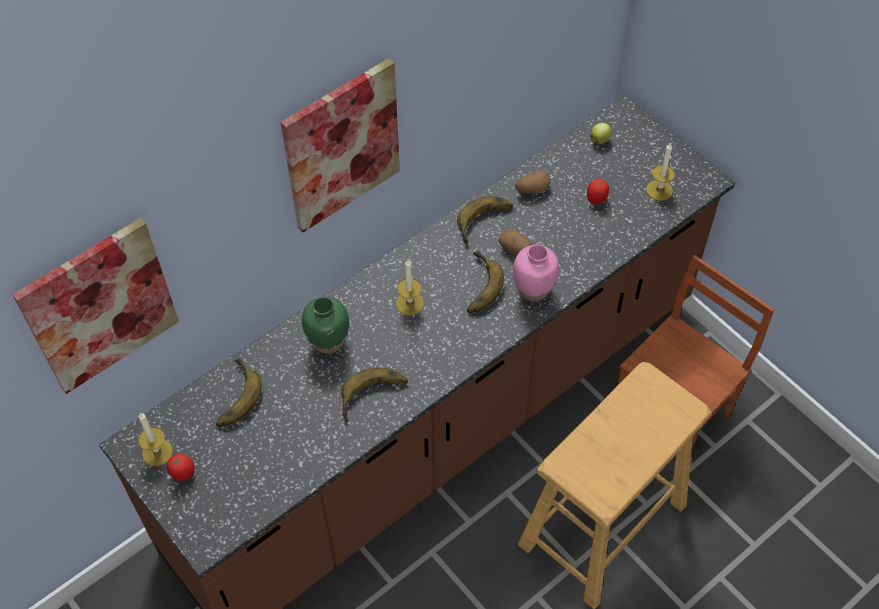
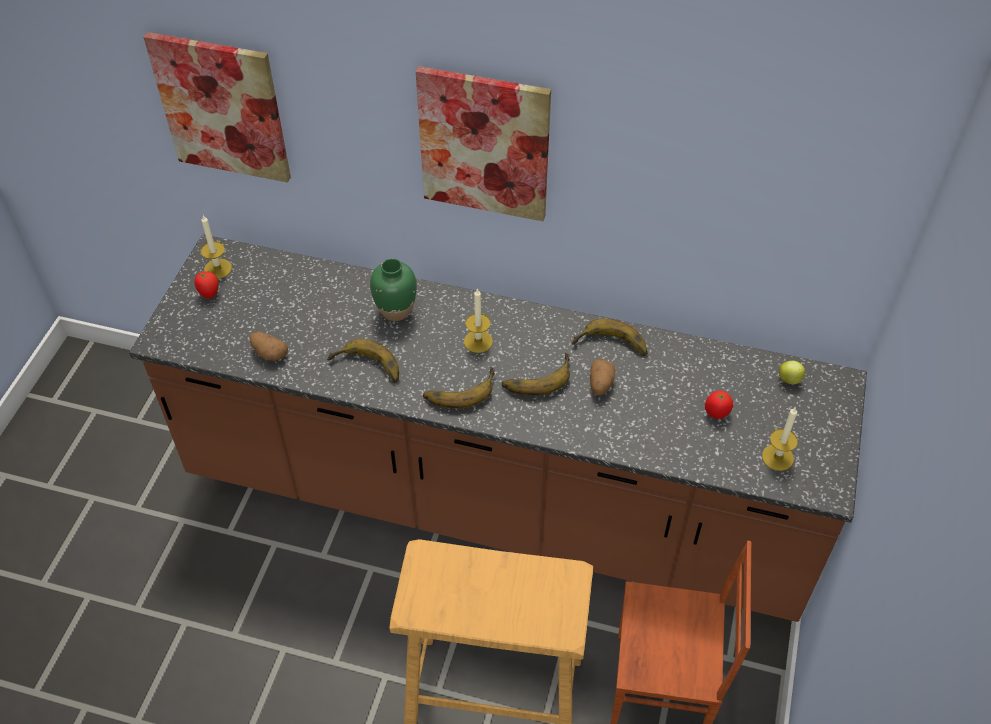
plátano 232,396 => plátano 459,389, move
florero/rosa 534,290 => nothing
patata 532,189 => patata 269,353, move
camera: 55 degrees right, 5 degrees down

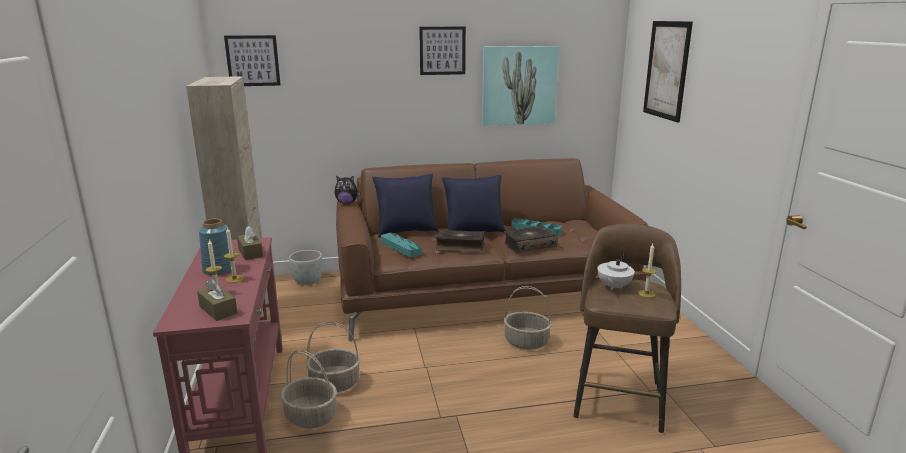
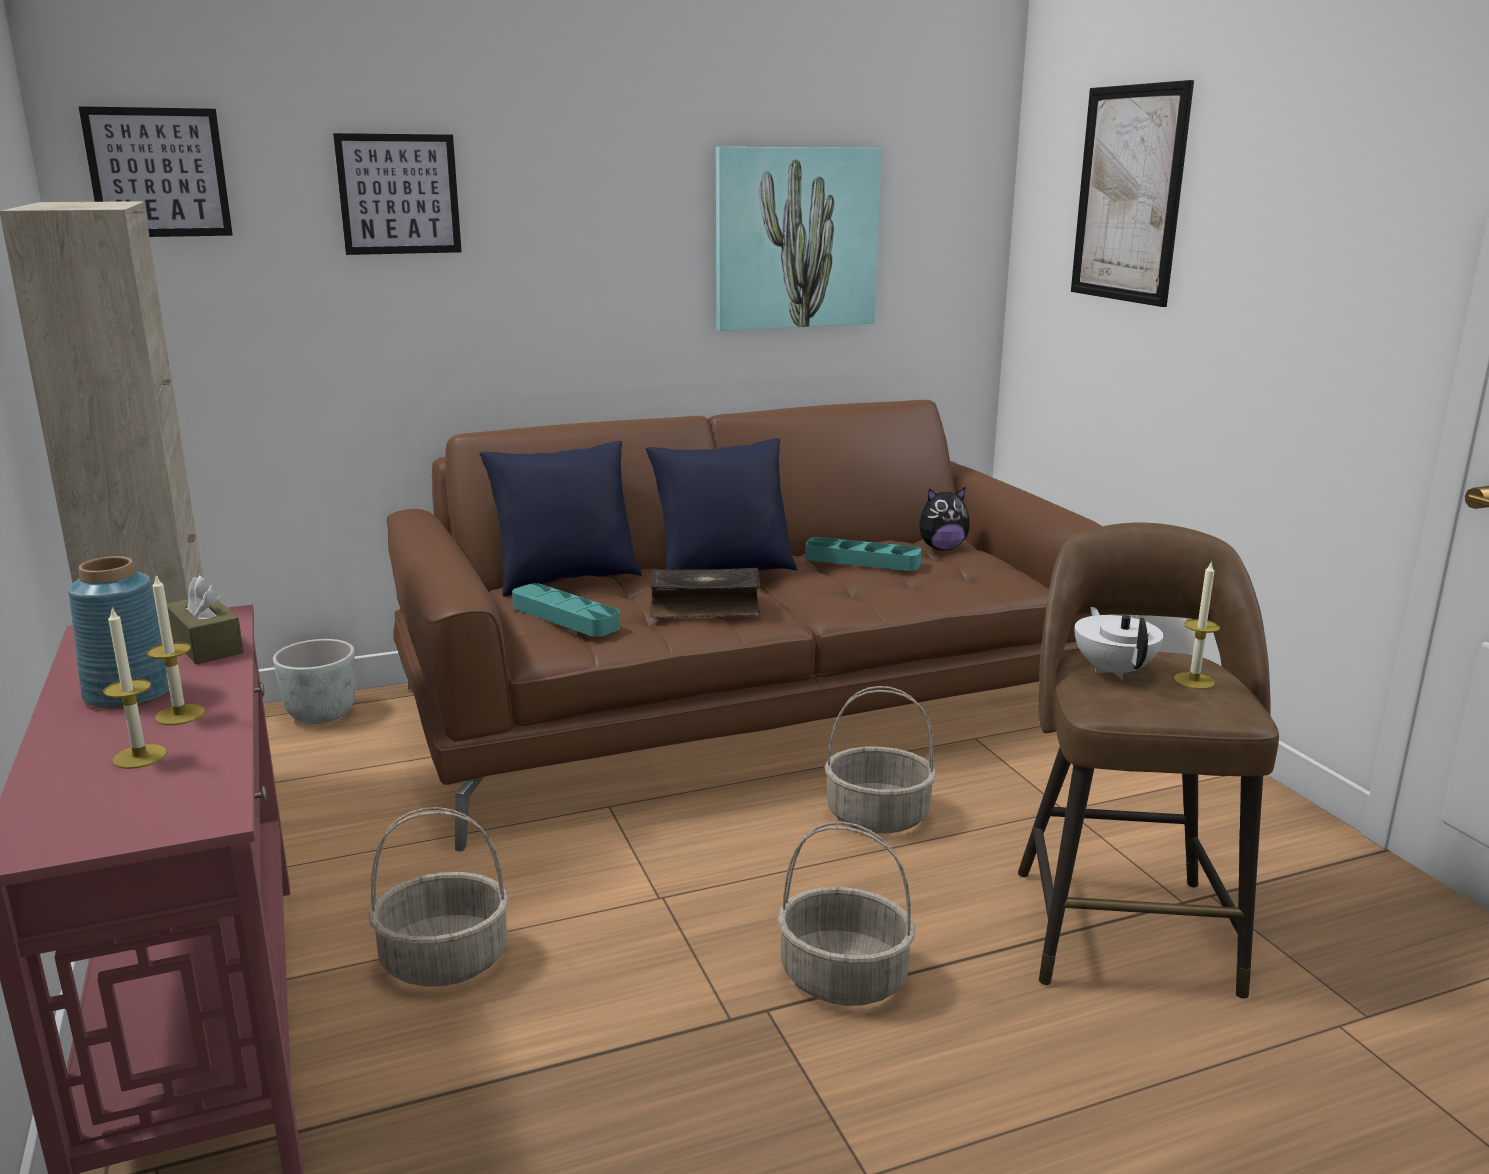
caja de pañuelos/marrón 218,310 => nothing
cesta 311,416 => cesta 845,977, move
peluche 347,203 => peluche 941,548, move
cuadro 442,50 => cuadro 399,194, move
libro 529,245 => nothing
tetera/blanco 613,287 => tetera/blanco 1114,670, 150 degrees clockwise
camera: 10 degrees left, 0 degrees up

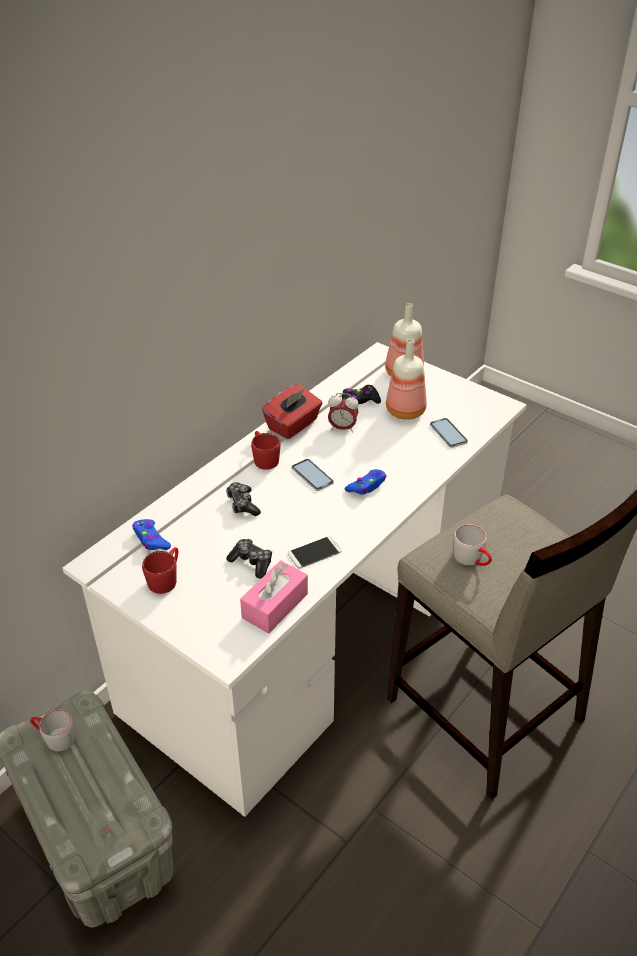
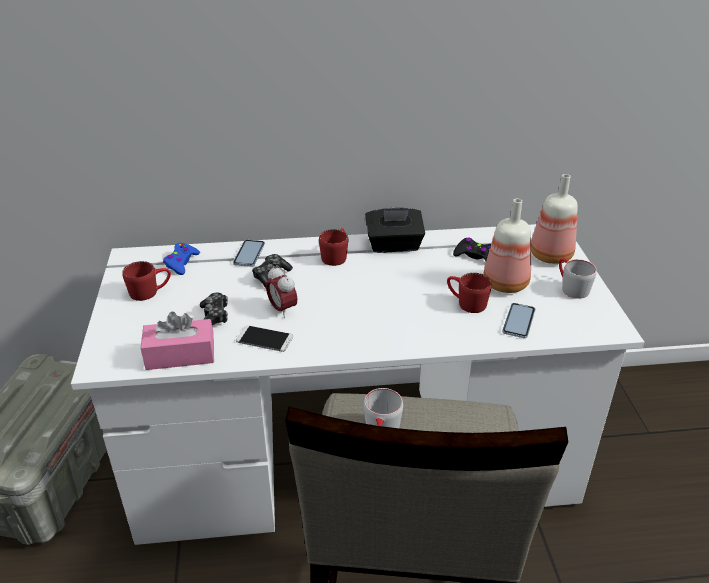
taza grande/gris 54,738 => taza grande/gris 570,287, move
caja de pañuelos/rojo 293,425 => caja de pañuelos/negro 394,245
móvil 312,476 => móvil 249,254, move
despertador 342,428 => despertador 282,309, move
mando de consola/azul 367,486 => nothing
nothing => taza grande/rojo 466,302
camera: 45 degrees right, 5 degrees down

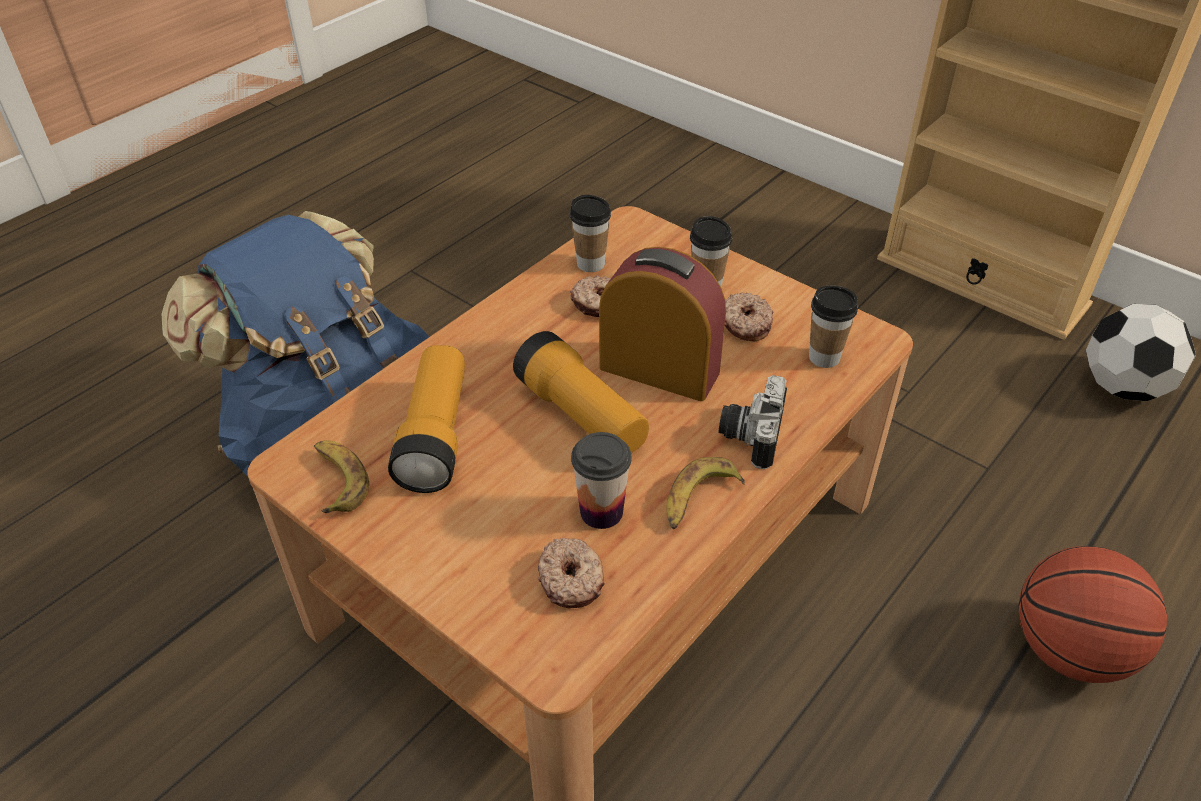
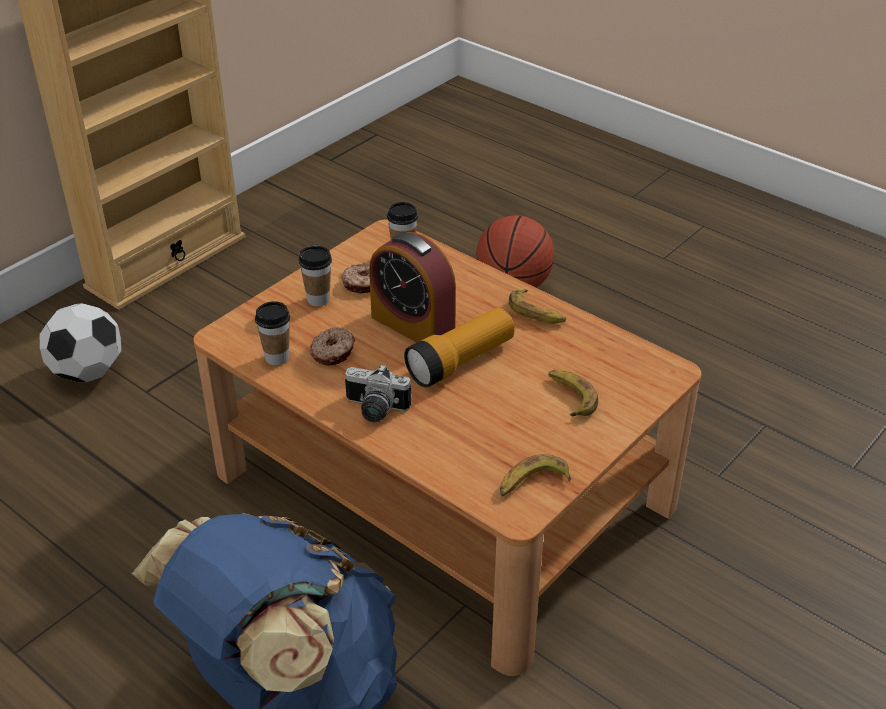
linterna 435,435 => nothing
rosquilla 572,579 => nothing
taza 601,512 => nothing
despertador 659,370 => despertador 413,325, 75 degrees counterclockwise
cámara 749,434 => cámara 374,410, move
balón de fútbol 1123,387 => balón de fútbol 88,373, move
nothing => plátano 570,397
camera: 90 degrees left, 5 degrees down

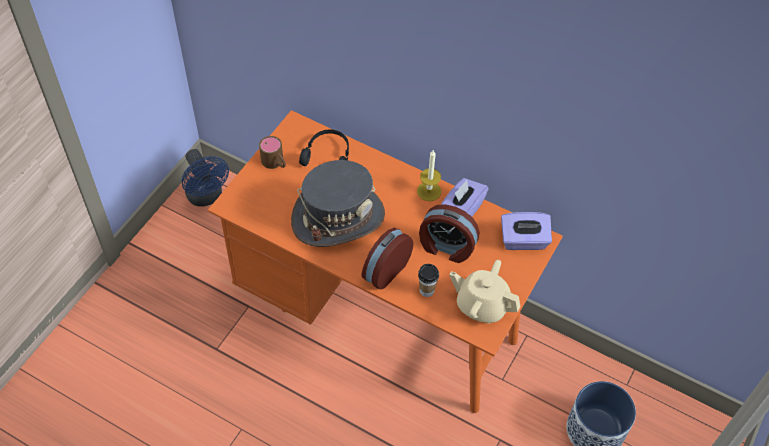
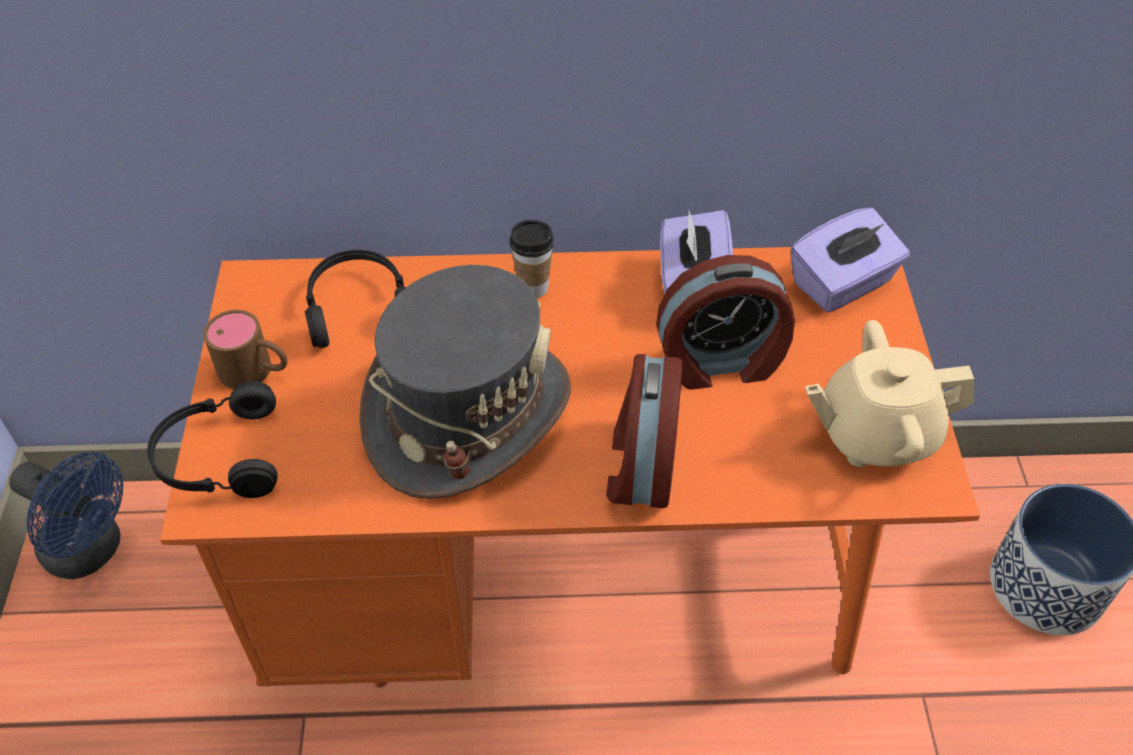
vela 429,191 => nothing
taza 426,290 => taza 533,287, move
nothing => auriculares/negro 218,457
camera: 30 degrees left, 5 degrees down

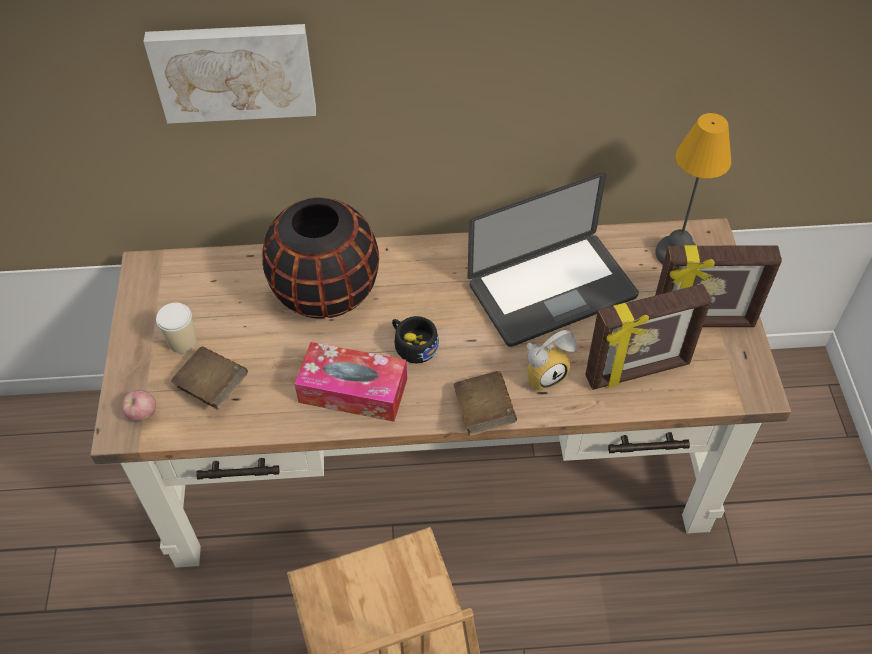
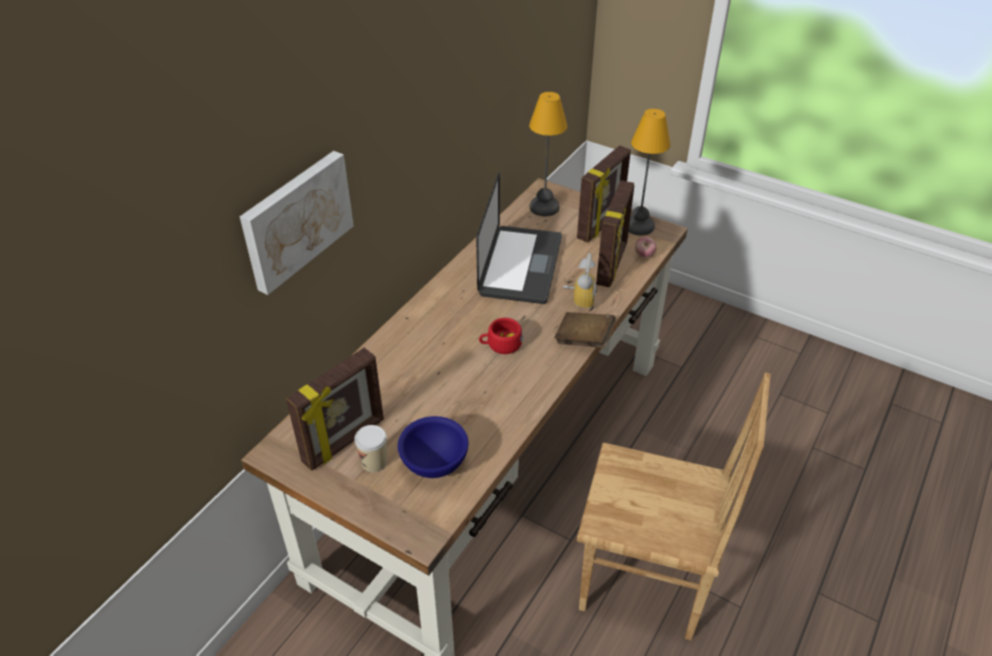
manzana 142,414 => manzana 644,256, move
libro/marrón 212,387 => cuenco/azul 435,463
florero/negro 326,292 => nothing
caja de pañuelos 353,390 => nothing
taza/negro 412,345 => taza/rojo 500,344
nothing => portarretratos 344,442
nothing => lámpara de mesa 638,226
camera: 55 degrees left, 10 degrees down

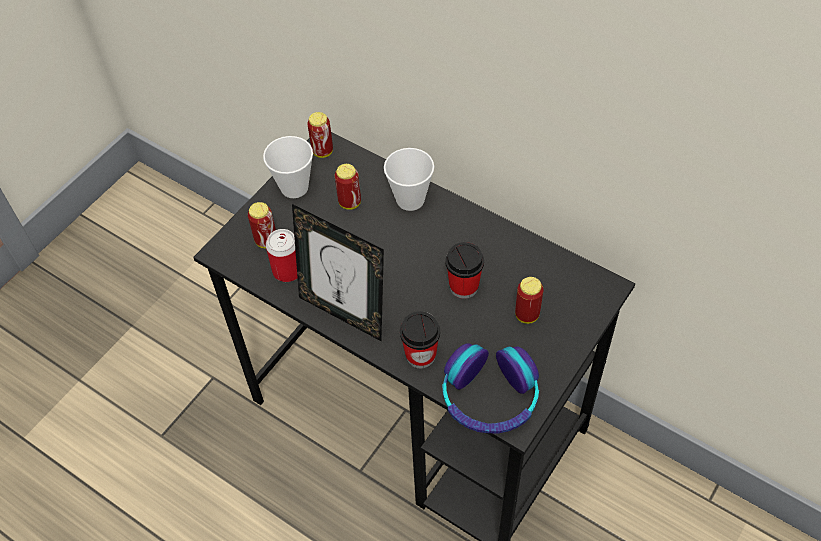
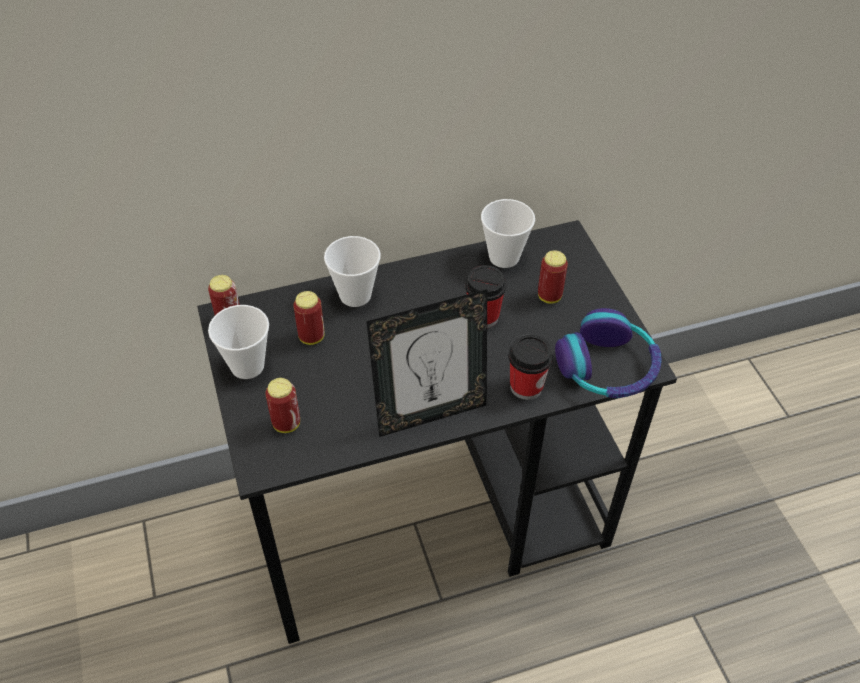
lata 288,270 => nothing
nothing => taza 504,257
camera: 55 degrees left, 5 degrees down

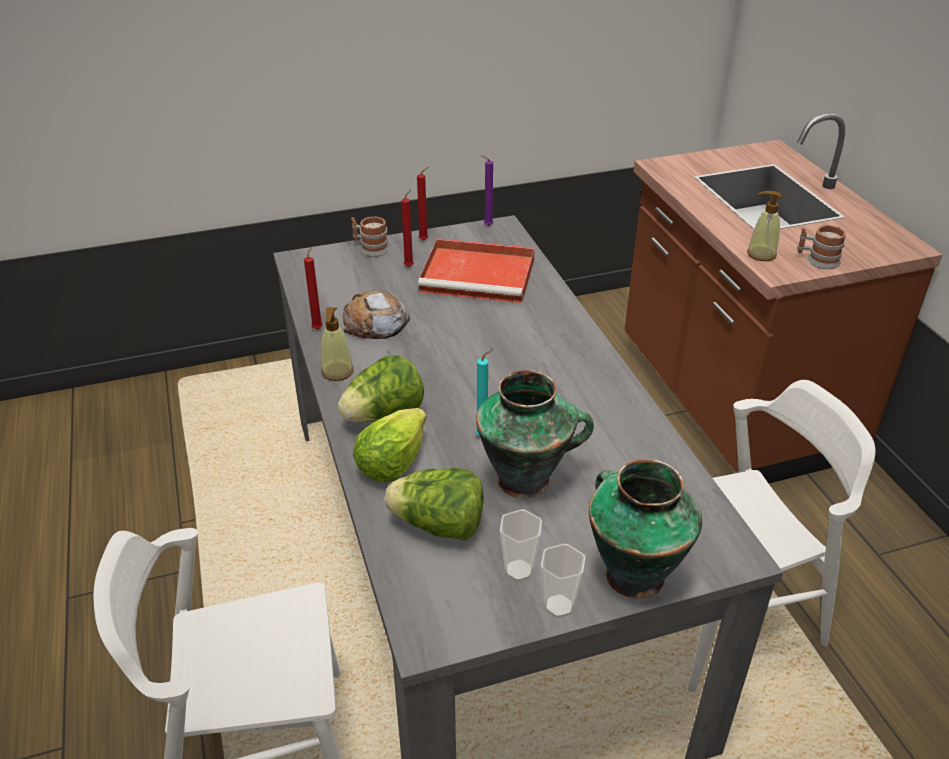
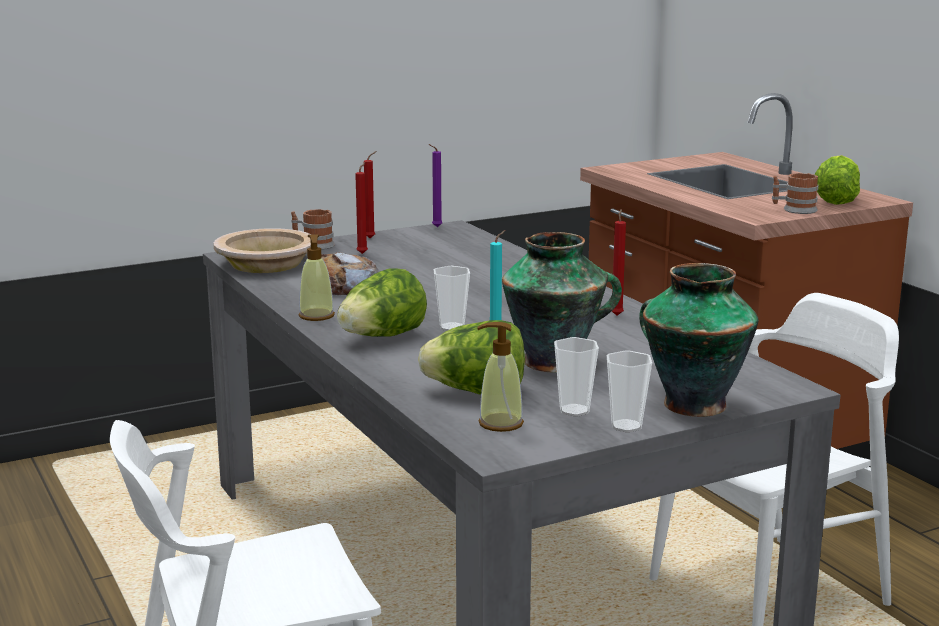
vela/rojo 318,328 => vela/rojo 617,315, move
lechuga 391,463 => lechuga 835,201, move
bandeja/rojo 480,275 => nothing
dispensador de jabón 761,254 => dispensador de jabón 500,424, move
nothing => cuenco/beis 266,263
nothing => taza 452,327
camera: 10 degrees left, 20 degrees down

